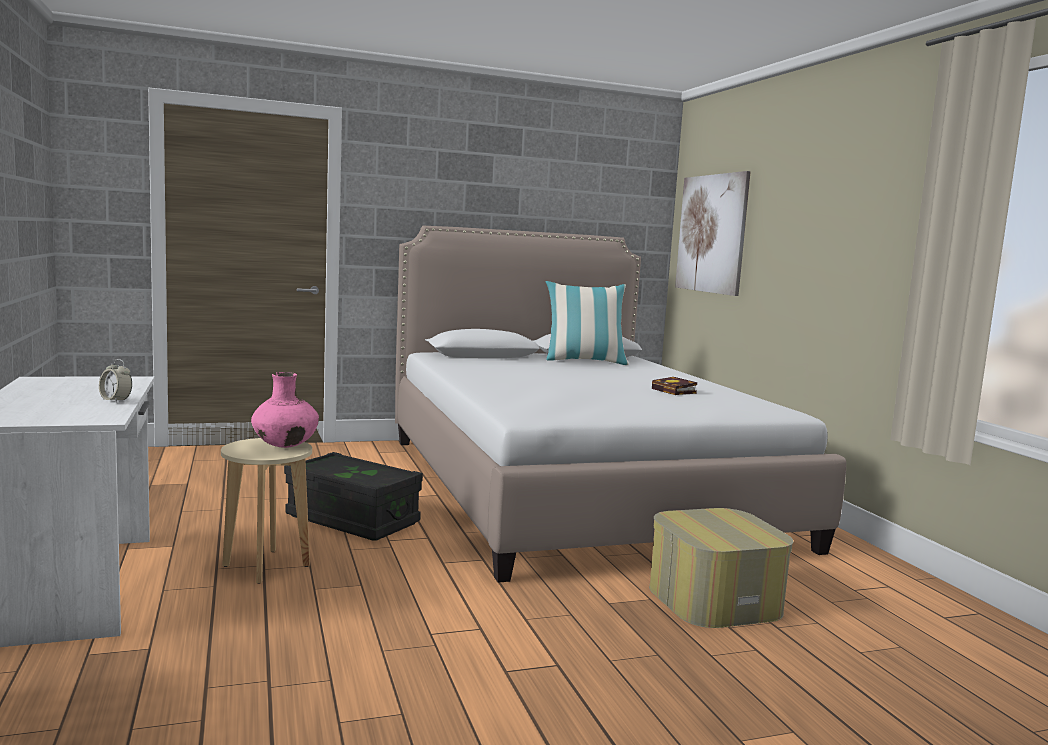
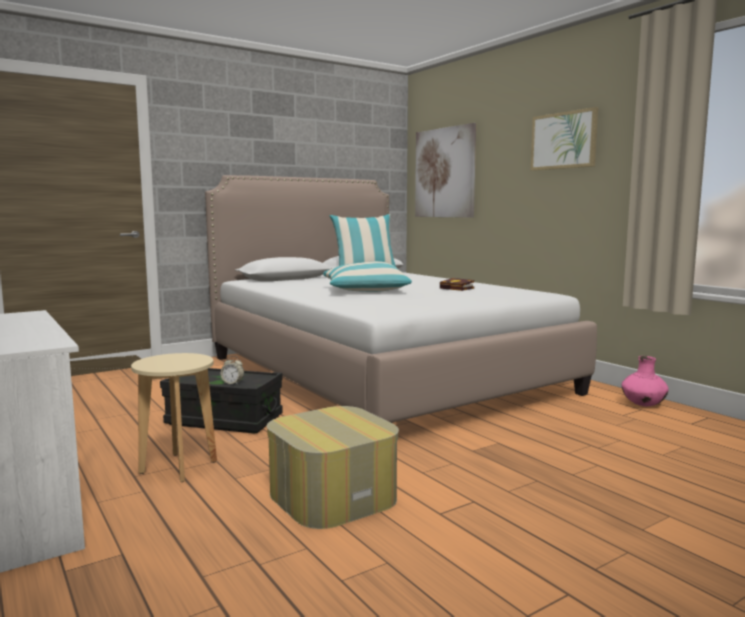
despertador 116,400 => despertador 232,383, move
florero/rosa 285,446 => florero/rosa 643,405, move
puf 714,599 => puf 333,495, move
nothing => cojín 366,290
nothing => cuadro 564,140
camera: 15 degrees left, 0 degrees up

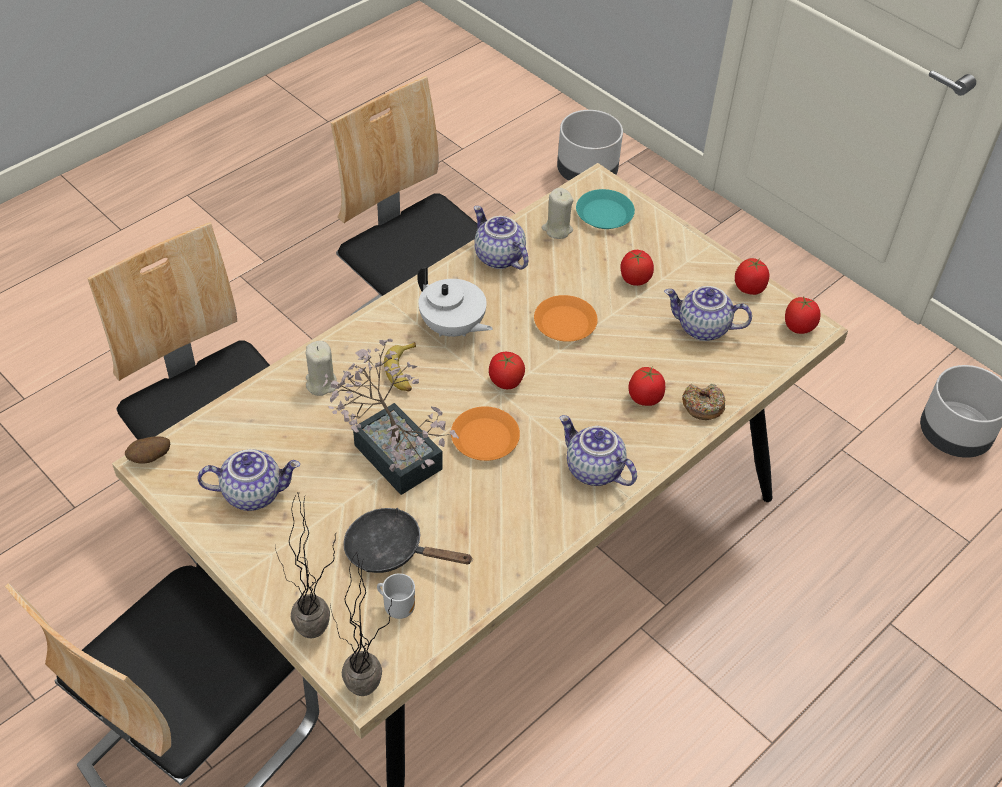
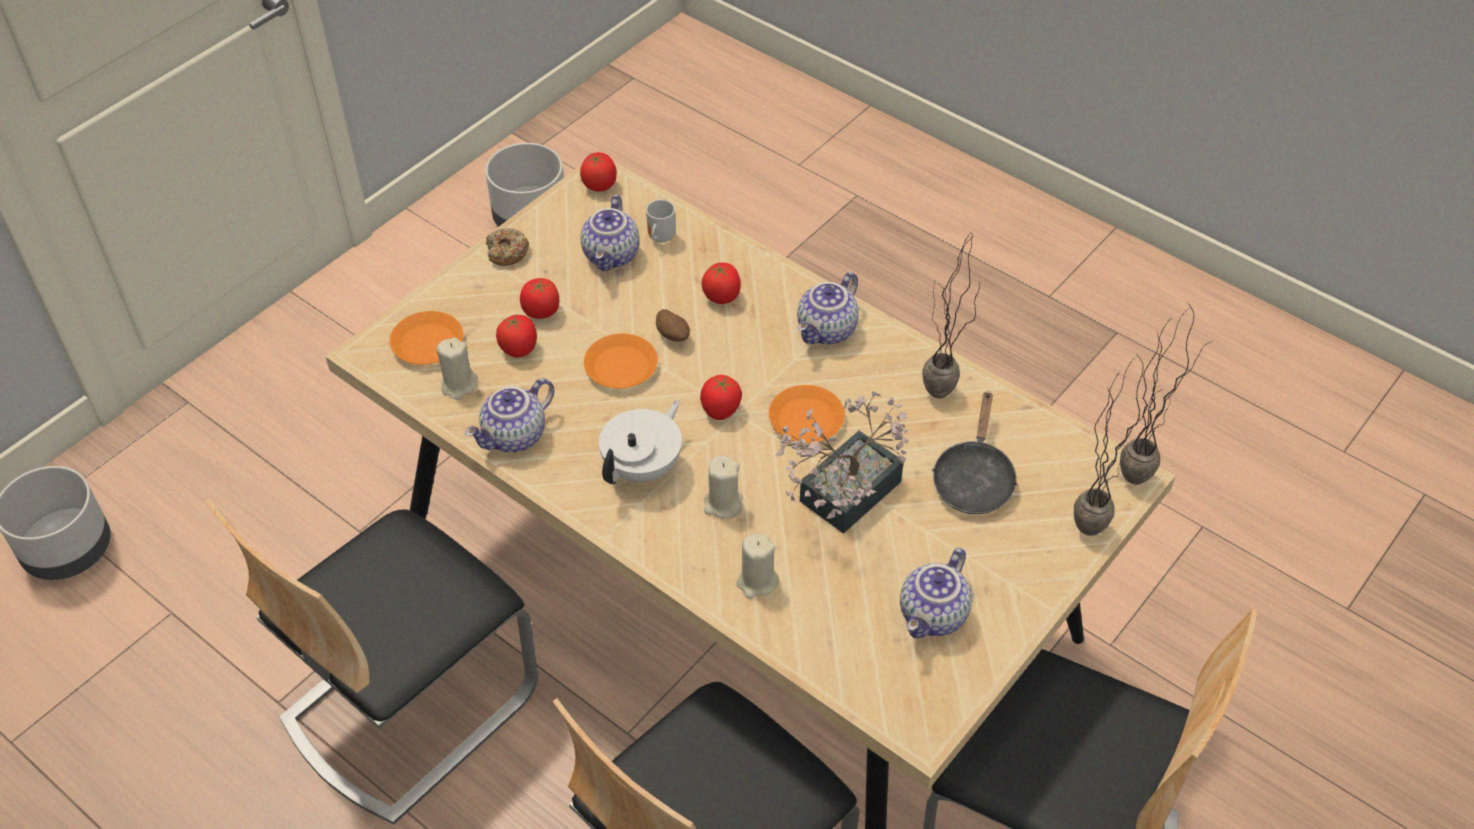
patata 150,458 => patata 673,336, move
tetera 253,492 => tetera 934,616, 135 degrees counterclockwise
taza grande 398,607 => taza grande 659,238, move
plátano 403,372 => vela/beis 723,504
plato/turquesa 605,214 => plato/naranja 428,343
rosquilla 702,406 => rosquilla 507,252, move
tomate 749,288 => tomate 519,349, move
nothing => planta en maceta 938,401
camera: 95 degrees left, 0 degrees up

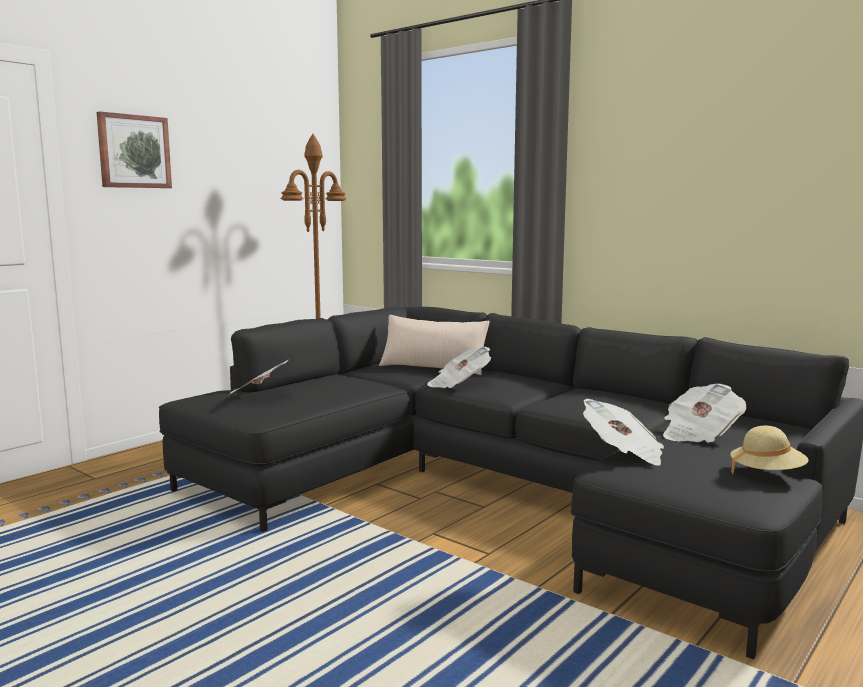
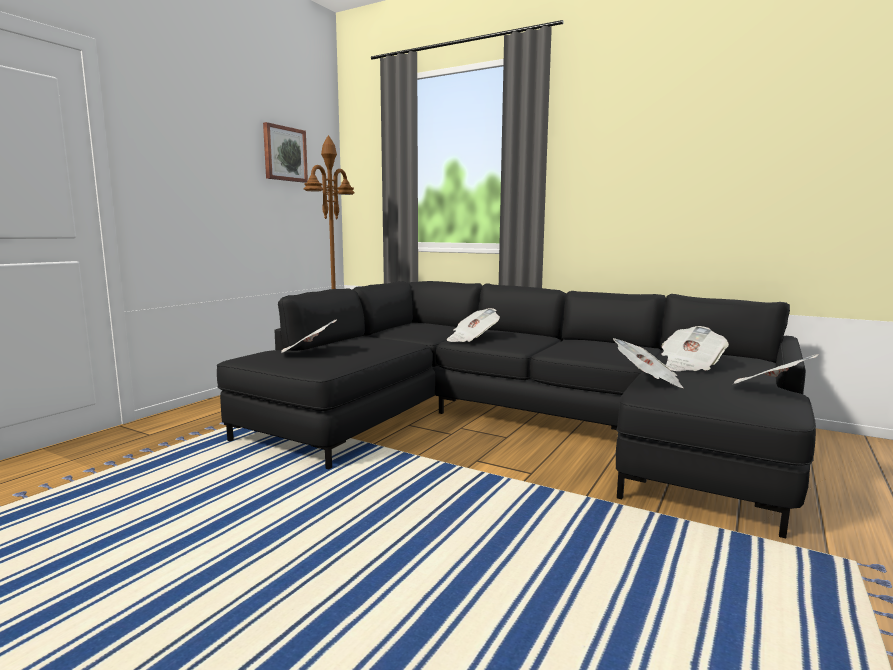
cuadro 134,151 => cuadro 284,154, move
cojín/beis 433,367 => nothing
sombrero/beis 767,474 => periódico 768,390
camera: 10 degrees left, 0 degrees up

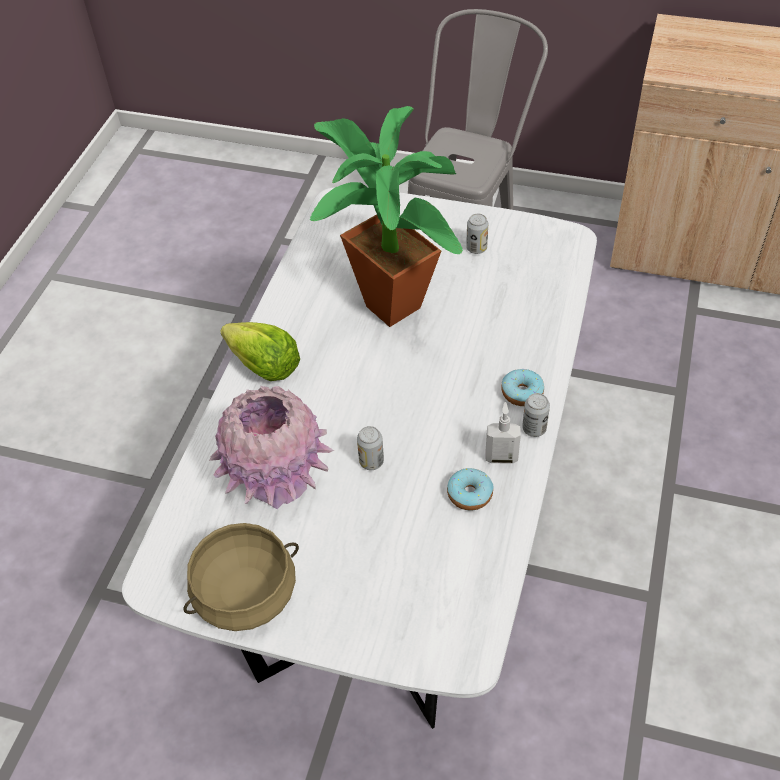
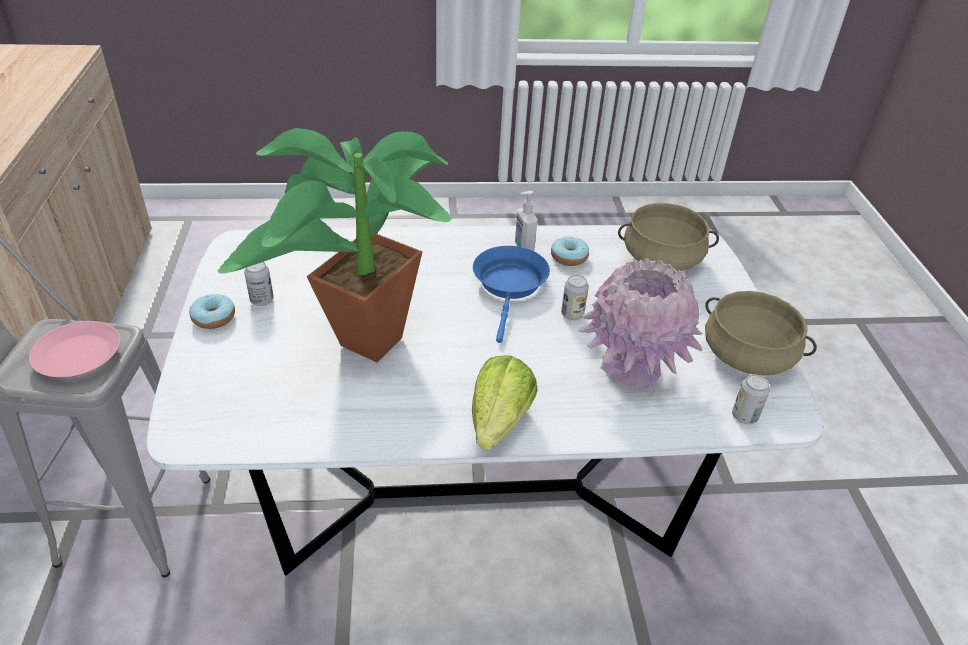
rosquilla 522,393 => rosquilla 214,318, move
lata 534,429 => lata 744,416, move
nothing => plato/rosa 77,355
nothing => sartén/azul 510,286
nothing => olla/beis 661,259
camera: 115 degrees left, 10 degrees down

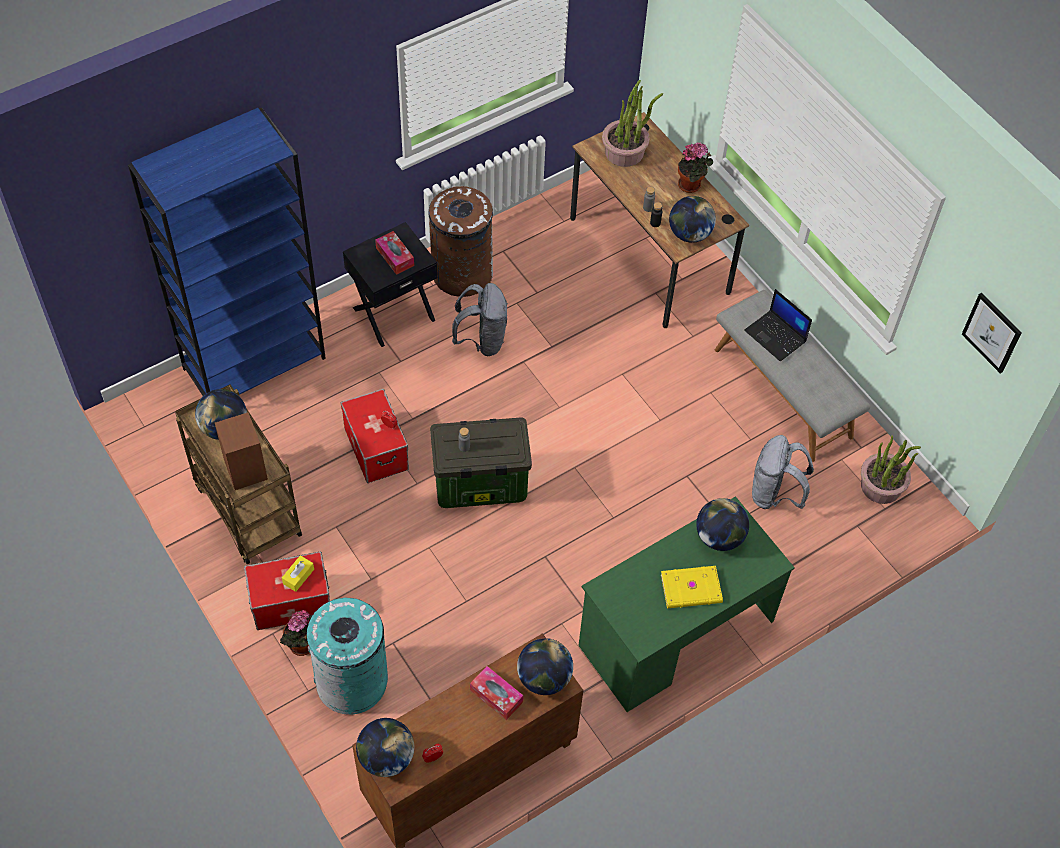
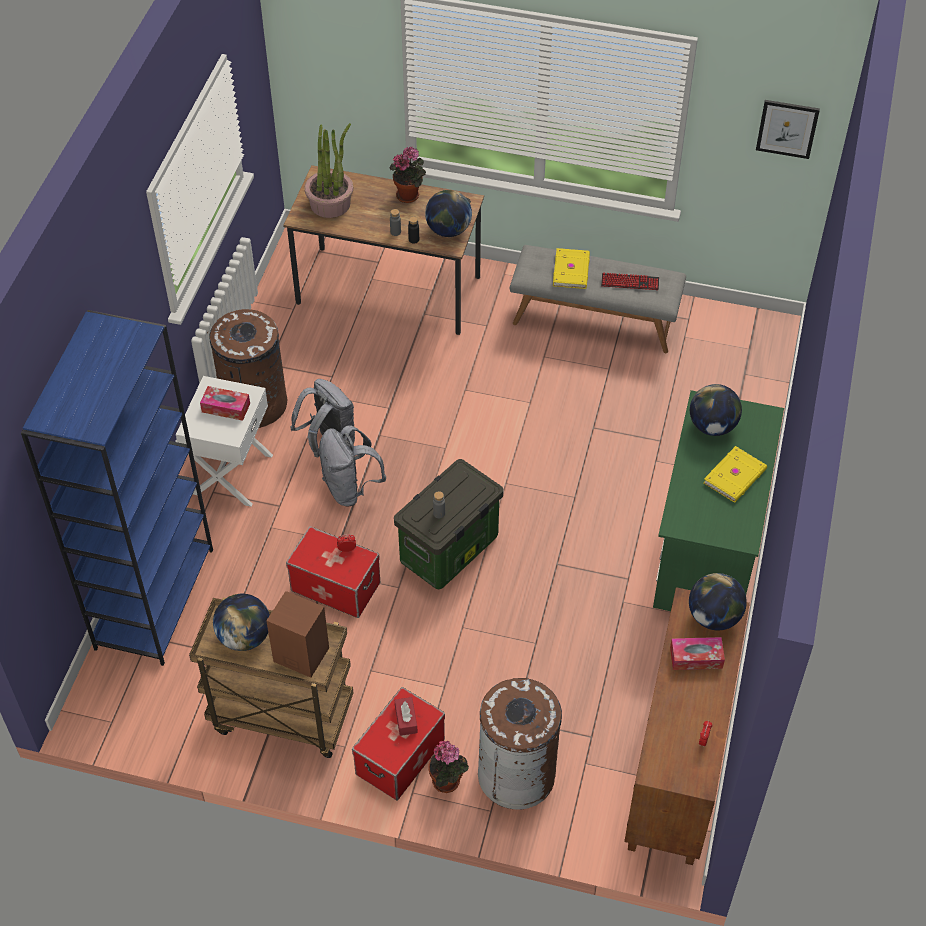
caja de pañuelos/amarillo 298,576 => caja de pañuelos/rojo 406,720
papelera/turquesa 352,681 => papelera/marrón 517,774
mesita de noche/negro 393,313 => mesita de noche/blanco 231,474
globo terráqueo 386,758 => nothing
portátil 776,336 => libro/amarillo 572,270
mochila/gris 774,494 => mochila/gris 350,488, move
planta en maceta 881,486 => nothing
nothing => teclado 630,282
camera: 40 degrees left, 5 degrees down

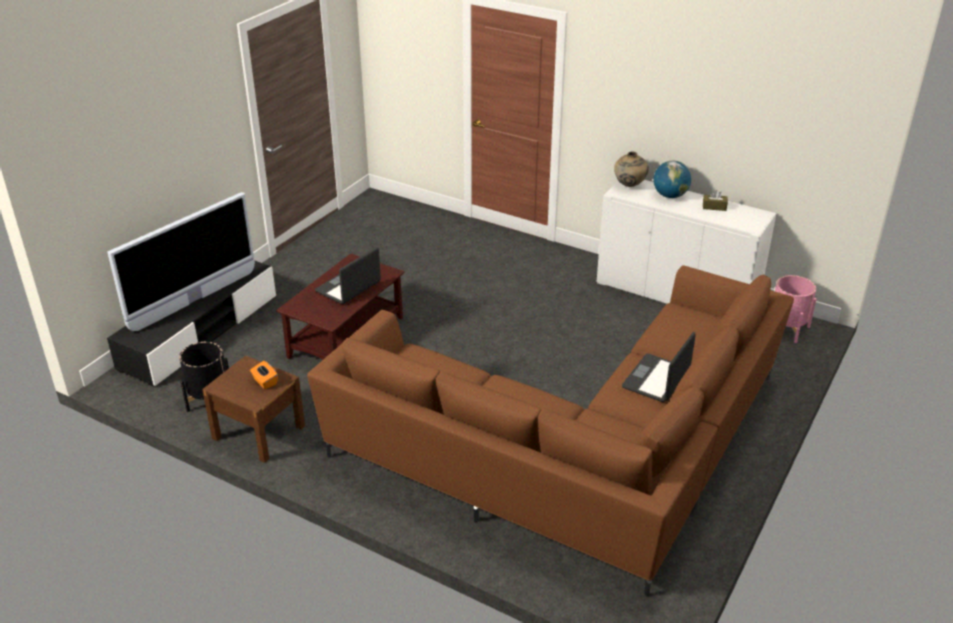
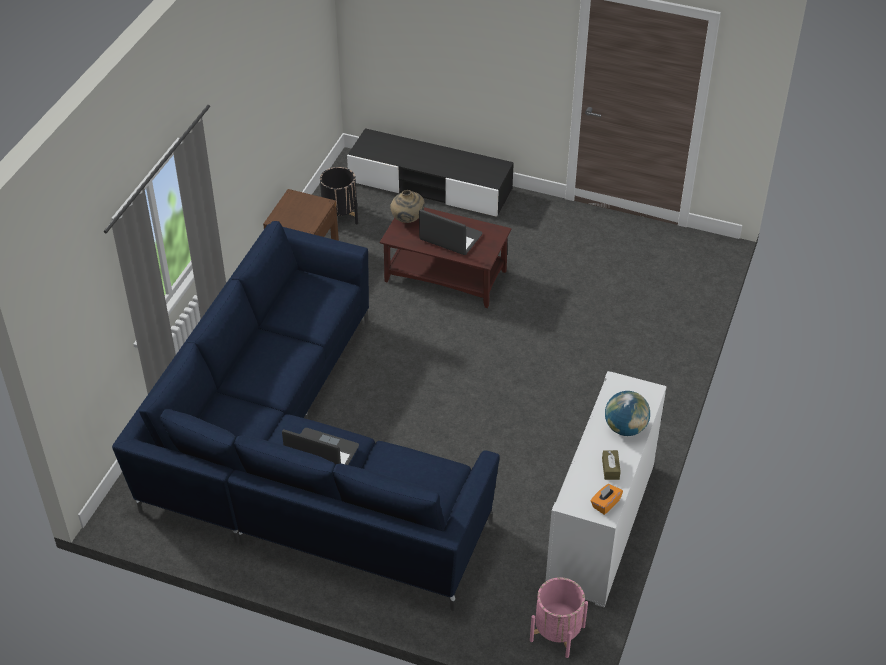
televisor 194,301 => nothing
caja de pañuelos/naranja 265,382 => caja de pañuelos/naranja 605,504, move
sofá/marrón 579,458 => sofá/azul 300,457
florero/beis 629,186 => florero/beis 407,221, move
camera: 80 degrees right, 10 degrees up

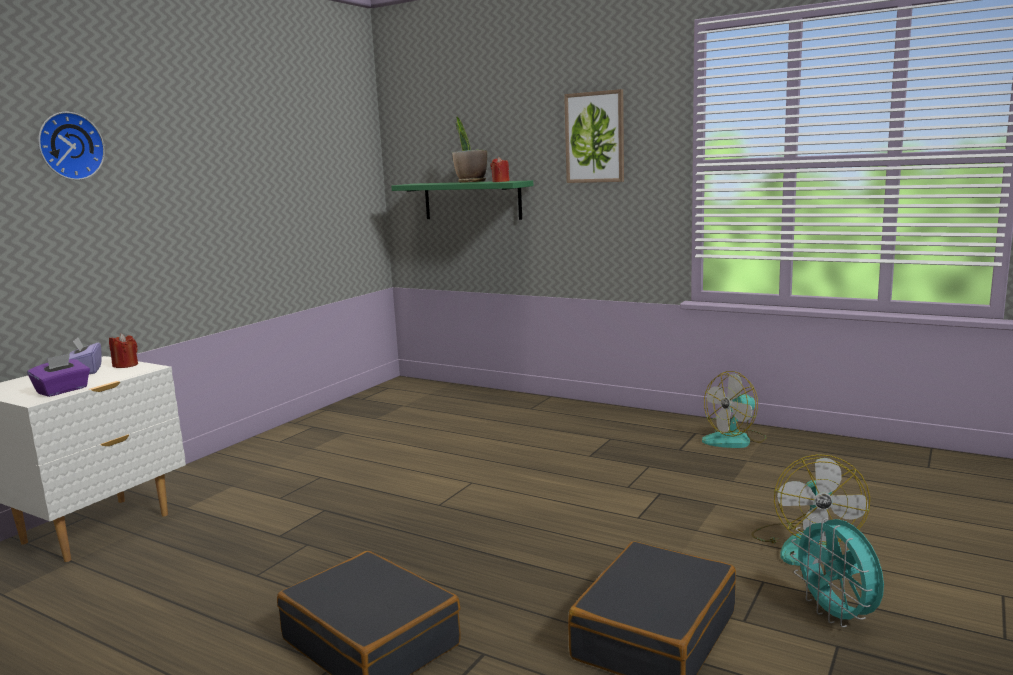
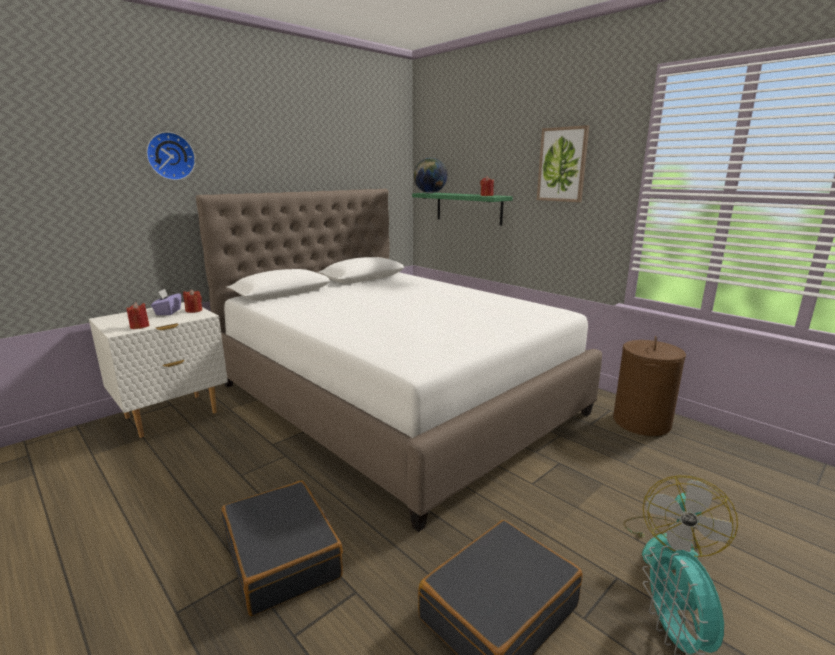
caja de pañuelos/morado 63,390 => vela/rojo 139,326
planta en maceta 471,182 => nothing
ventilador 735,440 => cesto de la ropa/marrón 641,422
nothing => cama/blanco 396,398
nothing => globo terráqueo 430,193
camera: 15 degrees right, 5 degrees up

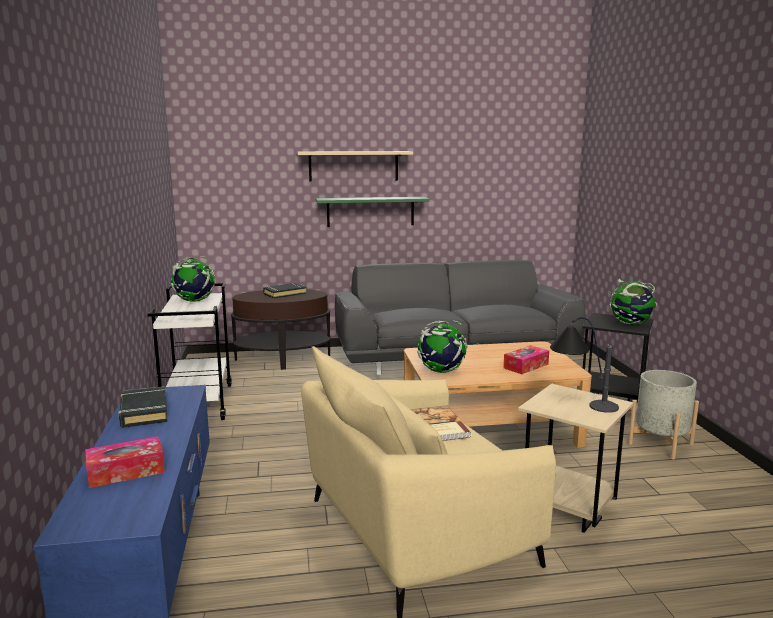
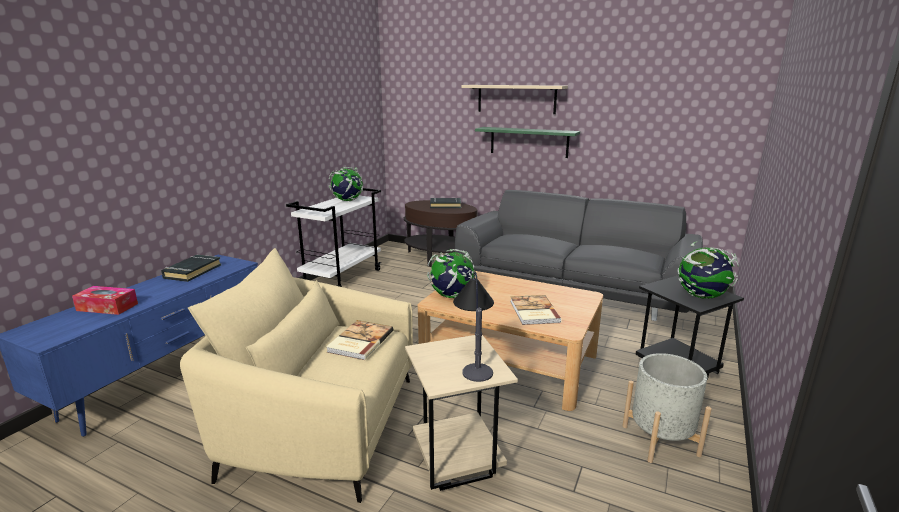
caja de pañuelos 526,366 => libro 533,312
camera: 35 degrees right, 5 degrees up

